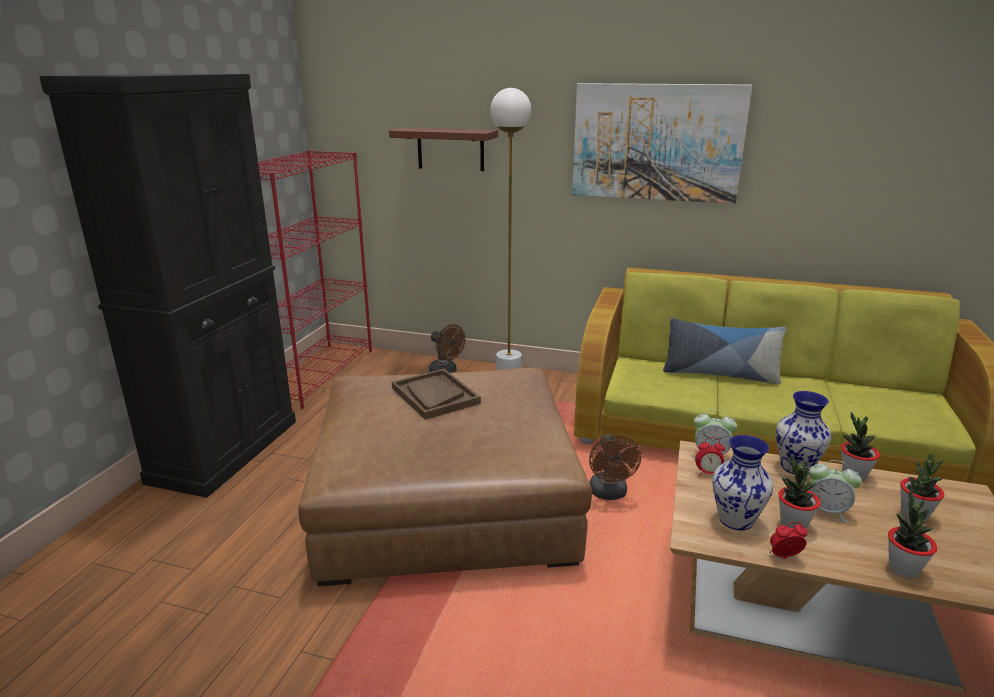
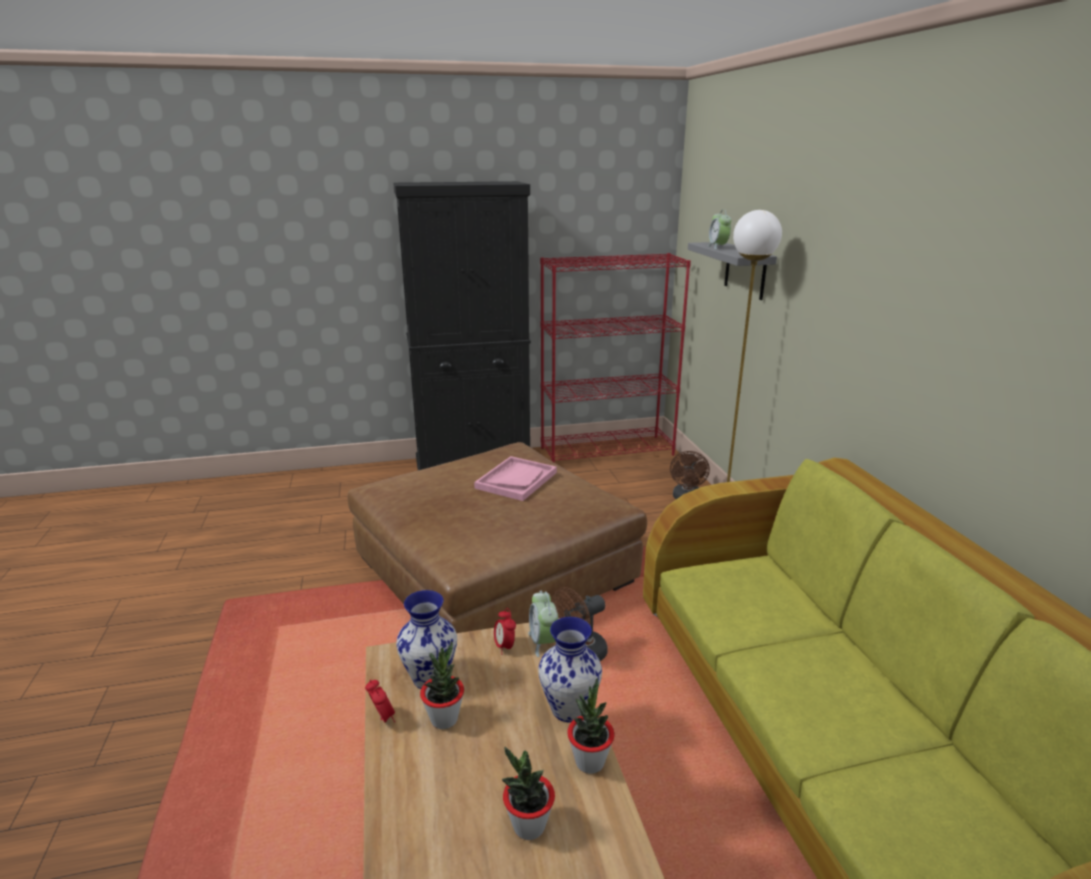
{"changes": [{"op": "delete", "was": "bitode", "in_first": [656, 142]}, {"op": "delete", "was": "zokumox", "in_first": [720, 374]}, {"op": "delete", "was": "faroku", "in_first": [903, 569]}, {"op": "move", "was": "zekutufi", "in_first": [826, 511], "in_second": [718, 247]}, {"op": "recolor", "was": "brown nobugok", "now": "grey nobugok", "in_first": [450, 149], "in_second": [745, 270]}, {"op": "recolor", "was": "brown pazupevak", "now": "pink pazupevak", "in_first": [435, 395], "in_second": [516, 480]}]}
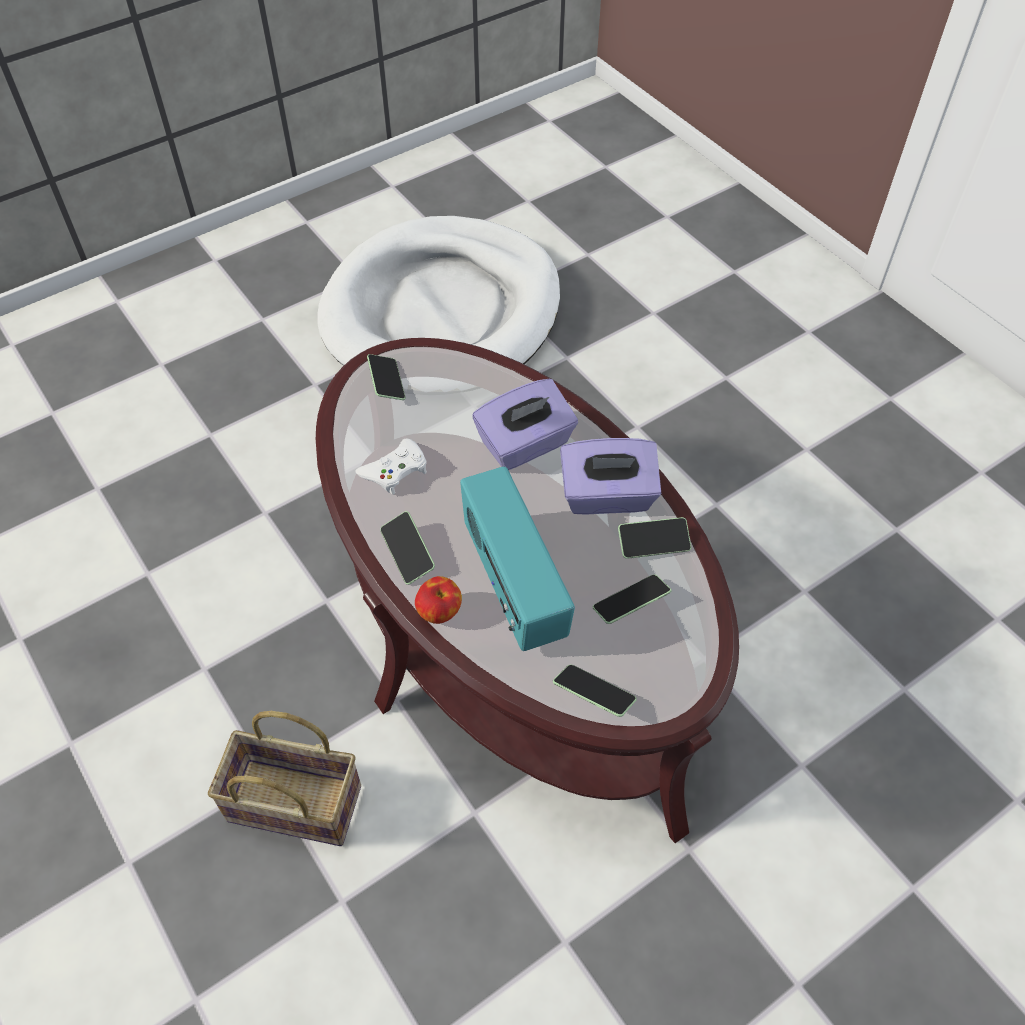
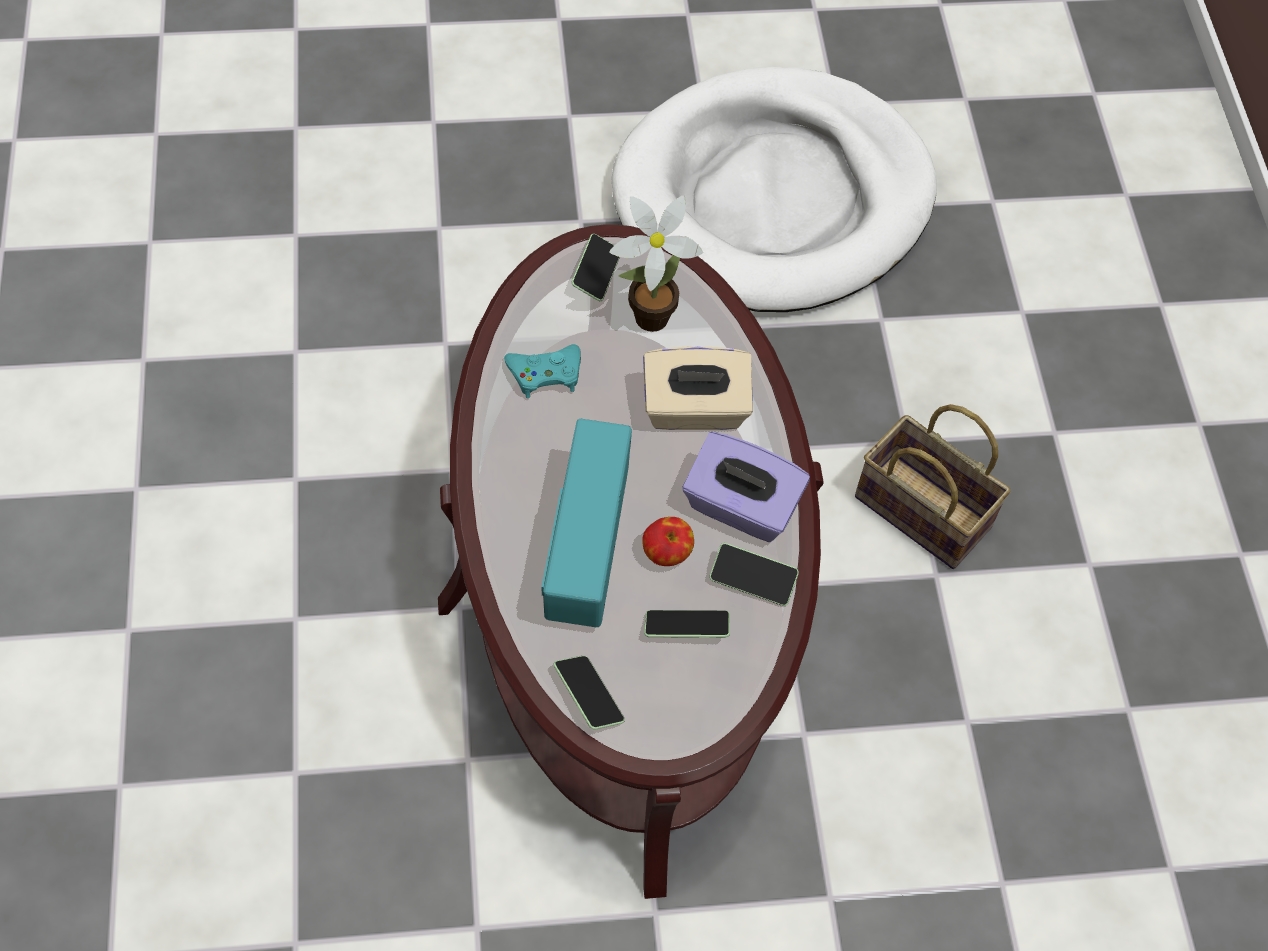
{"changes": [{"op": "delete", "was": "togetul", "in_first": [408, 553]}, {"op": "insert", "now": "faroku", "in_second": [645, 319]}, {"op": "move", "was": "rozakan", "in_first": [290, 805], "in_second": [918, 512]}, {"op": "move", "was": "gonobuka", "in_first": [440, 612], "in_second": [667, 554]}, {"op": "recolor", "was": "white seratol", "now": "turquoise seratol", "in_first": [395, 471], "in_second": [545, 374]}, {"op": "recolor", "was": "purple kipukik", "now": "beige kipukik", "in_first": [525, 444], "in_second": [694, 410]}]}
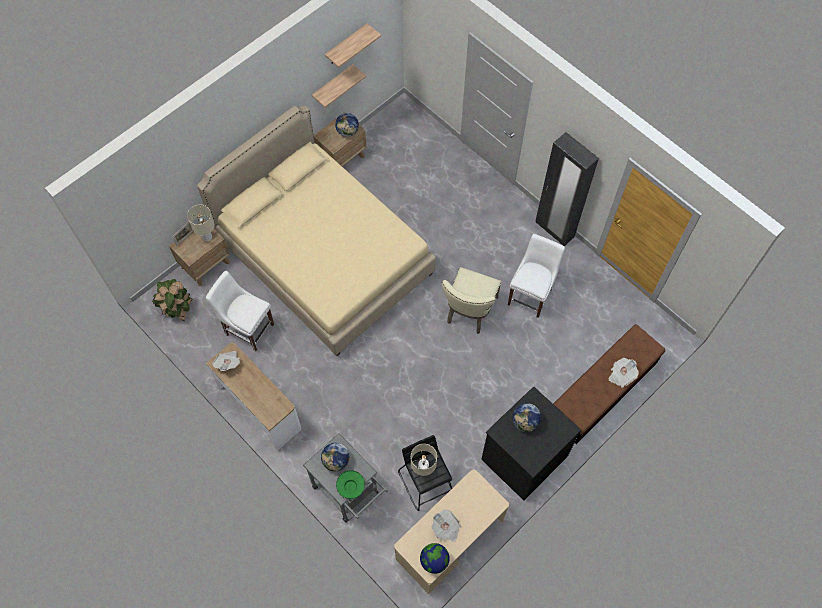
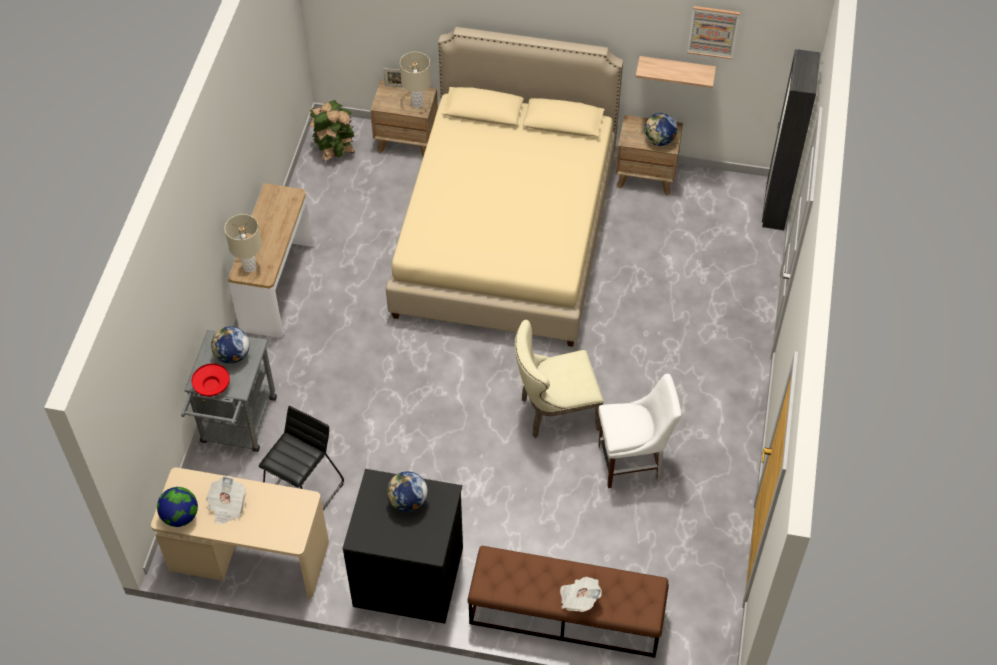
{"changes": [{"op": "delete", "was": "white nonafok", "in_first": [248, 328]}, {"op": "delete", "was": "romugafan", "in_first": [228, 363]}, {"op": "move", "was": "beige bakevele", "in_first": [423, 470], "in_second": [249, 267]}, {"op": "move", "was": "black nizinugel", "in_first": [554, 230], "in_second": [774, 208]}, {"op": "replace", "was": "nobugok", "now": "bitode", "in_first": [346, 45], "in_second": [713, 31]}, {"op": "recolor", "was": "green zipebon", "now": "red zipebon", "in_first": [351, 486], "in_second": [212, 385]}]}
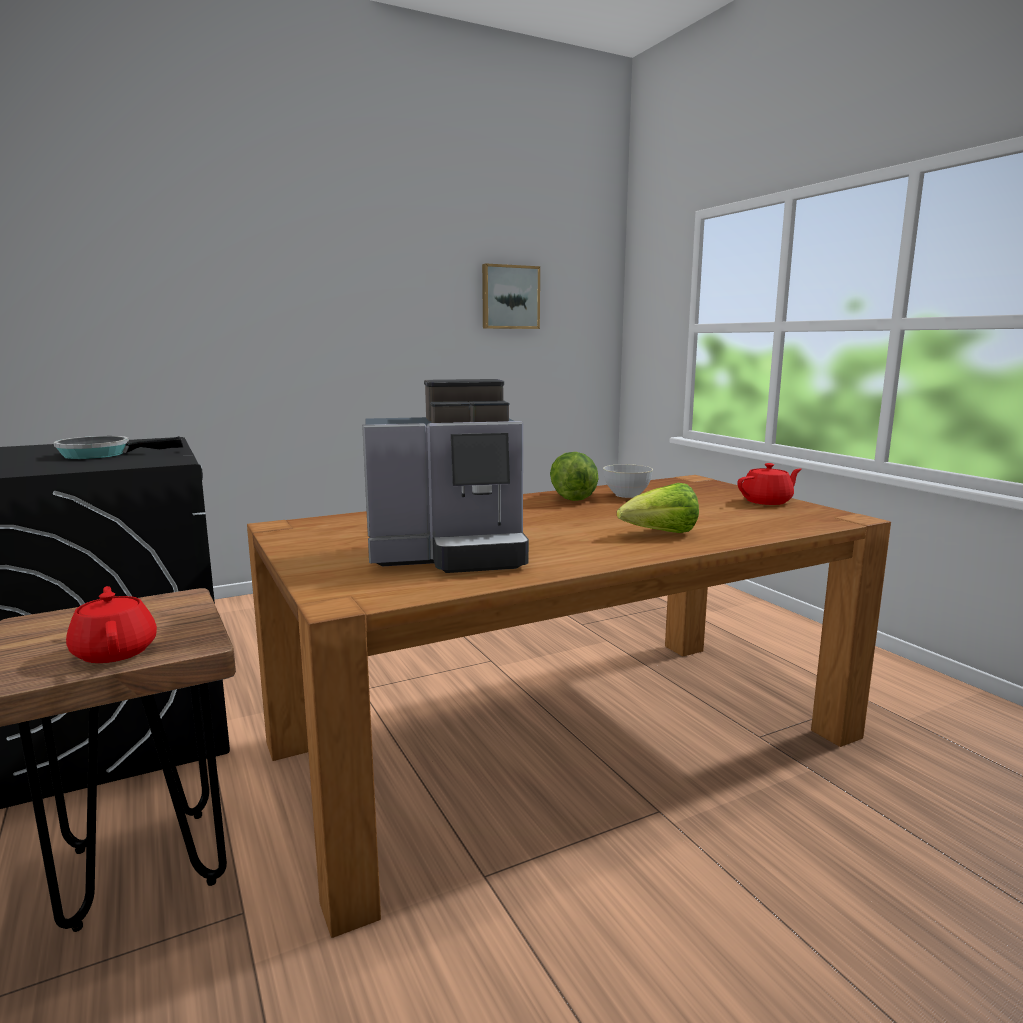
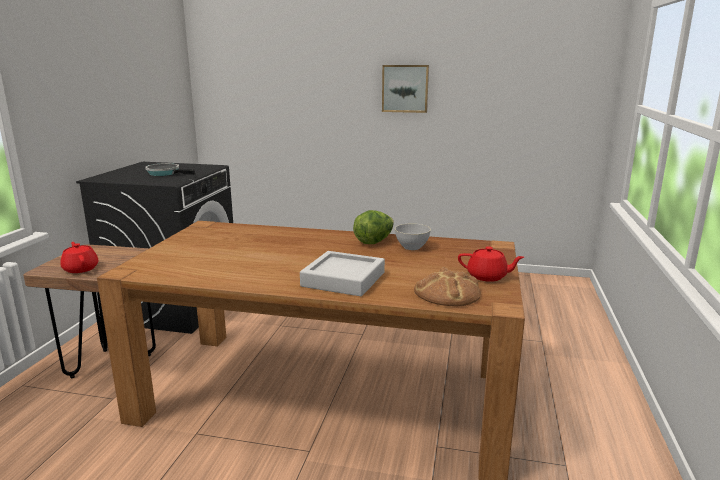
{"changes": [{"op": "delete", "was": "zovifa", "in_first": [451, 555]}, {"op": "insert", "now": "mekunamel", "in_second": [447, 293]}, {"op": "move", "was": "bitode", "in_first": [510, 297], "in_second": [405, 88]}, {"op": "replace", "was": "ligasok", "now": "grey pazupevak", "in_first": [660, 534], "in_second": [343, 279]}, {"op": "rotate", "was": "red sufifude", "in_first": [115, 651], "in_second": [81, 268], "clockwise": -45}]}
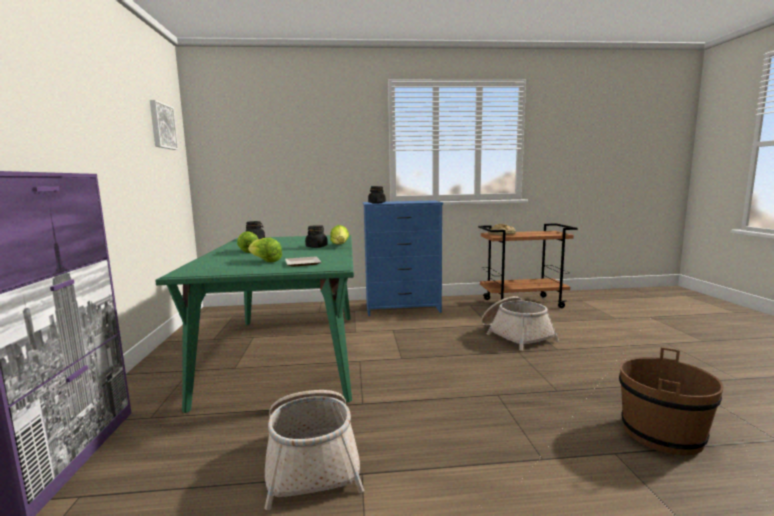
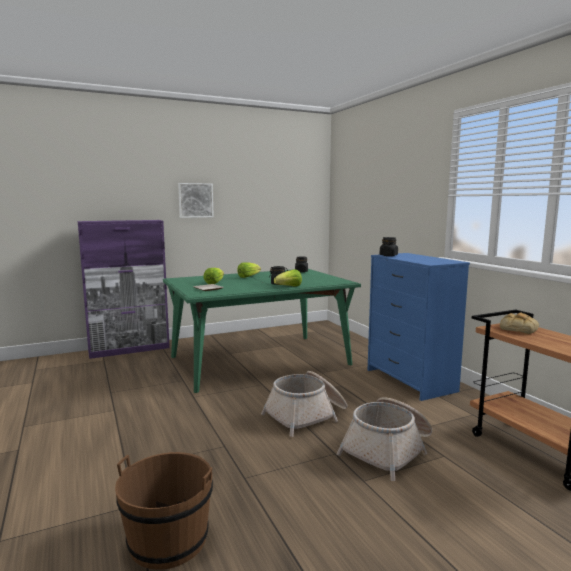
{"changes": [{"op": "move", "was": "bitode", "in_first": [162, 126], "in_second": [195, 200]}, {"op": "move", "was": "rozakan", "in_first": [312, 459], "in_second": [307, 415]}]}
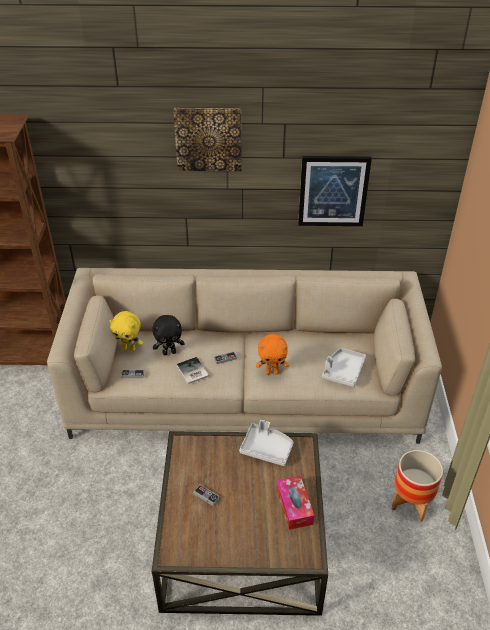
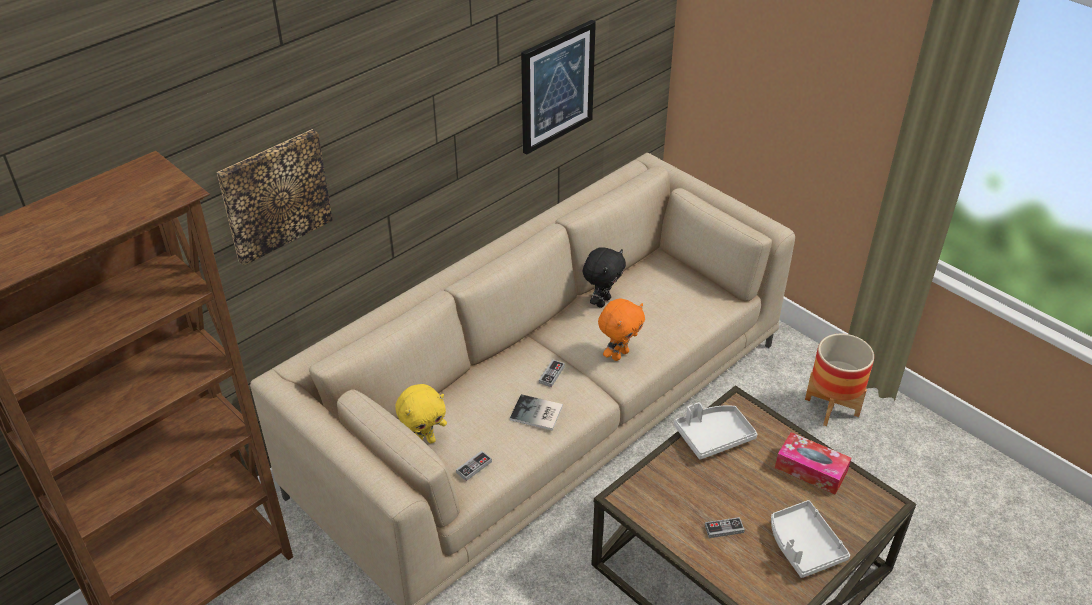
{"changes": [{"op": "move", "was": "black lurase", "in_first": [169, 352], "in_second": [602, 301]}, {"op": "move", "was": "bitode", "in_first": [208, 138], "in_second": [275, 195]}, {"op": "move", "was": "grey pazupevak", "in_first": [343, 371], "in_second": [803, 546]}]}
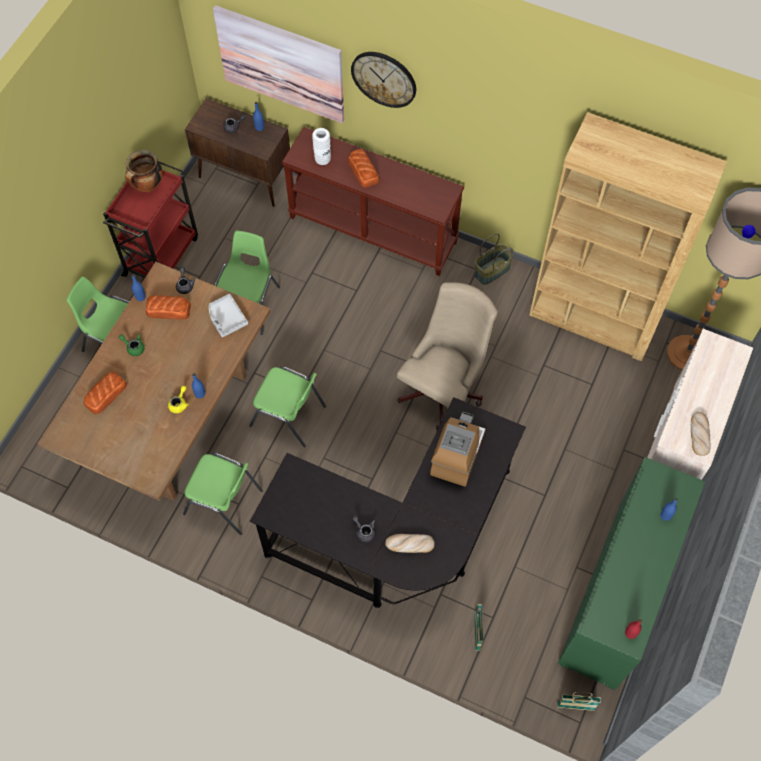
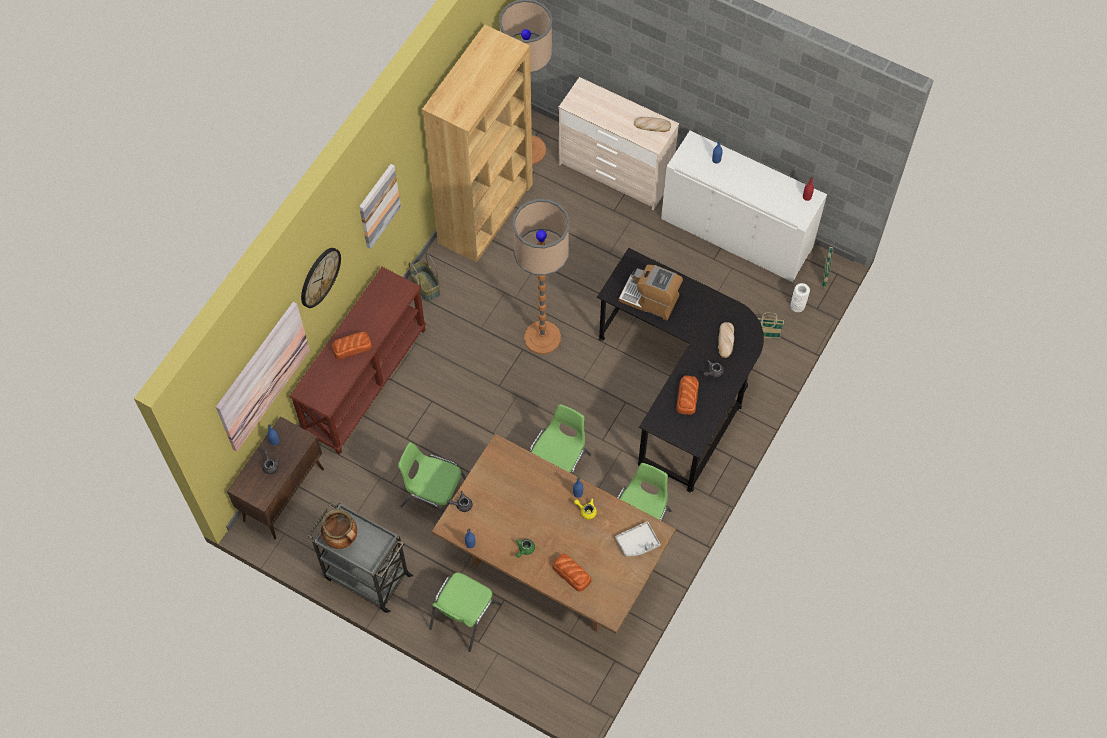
{"changes": [{"op": "insert", "now": "bitode", "in_second": [378, 205]}, {"op": "move", "was": "mekunamel", "in_first": [168, 309], "in_second": [687, 397]}, {"op": "move", "was": "grey pazupevak", "in_first": [226, 318], "in_second": [637, 542]}, {"op": "move", "was": "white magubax", "in_first": [322, 158], "in_second": [797, 306]}, {"op": "replace", "was": "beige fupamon", "now": "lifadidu", "in_first": [444, 387], "in_second": [542, 337]}, {"op": "recolor", "was": "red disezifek", "now": "grey disezifek", "in_first": [162, 255], "in_second": [366, 576]}, {"op": "recolor", "was": "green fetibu", "now": "white fetibu", "in_first": [617, 593], "in_second": [736, 233]}]}
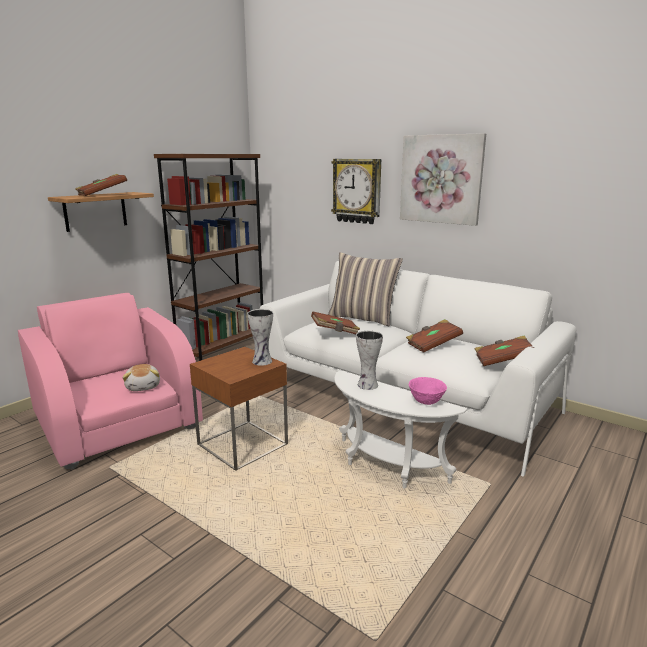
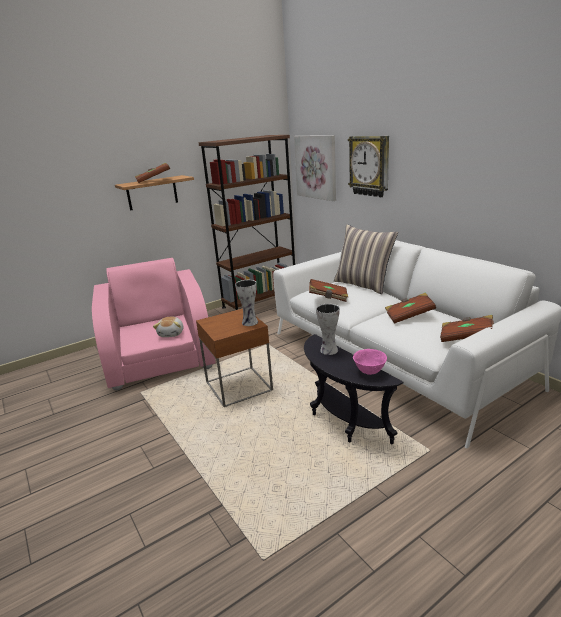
{"changes": [{"op": "move", "was": "bitode", "in_first": [441, 179], "in_second": [316, 167]}, {"op": "recolor", "was": "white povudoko", "now": "black povudoko", "in_first": [385, 468], "in_second": [342, 421]}]}
